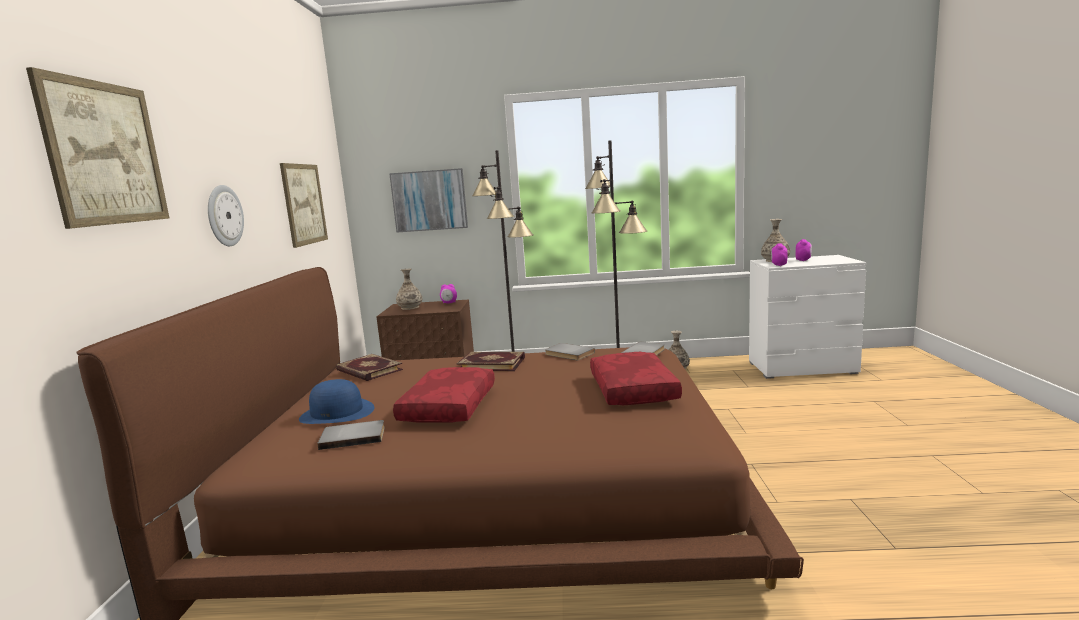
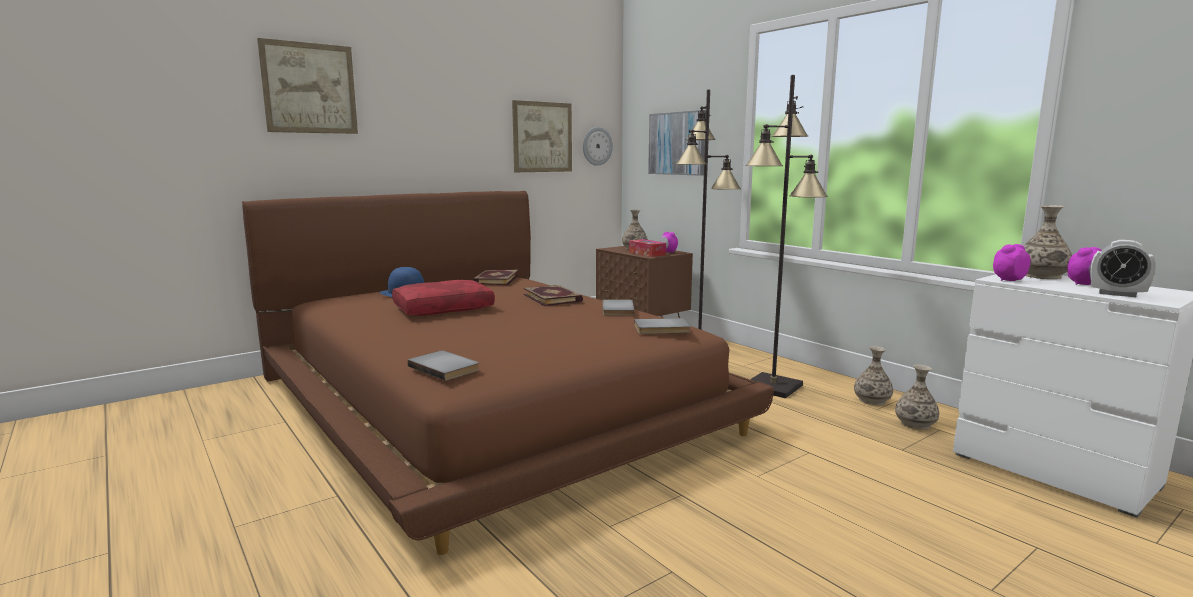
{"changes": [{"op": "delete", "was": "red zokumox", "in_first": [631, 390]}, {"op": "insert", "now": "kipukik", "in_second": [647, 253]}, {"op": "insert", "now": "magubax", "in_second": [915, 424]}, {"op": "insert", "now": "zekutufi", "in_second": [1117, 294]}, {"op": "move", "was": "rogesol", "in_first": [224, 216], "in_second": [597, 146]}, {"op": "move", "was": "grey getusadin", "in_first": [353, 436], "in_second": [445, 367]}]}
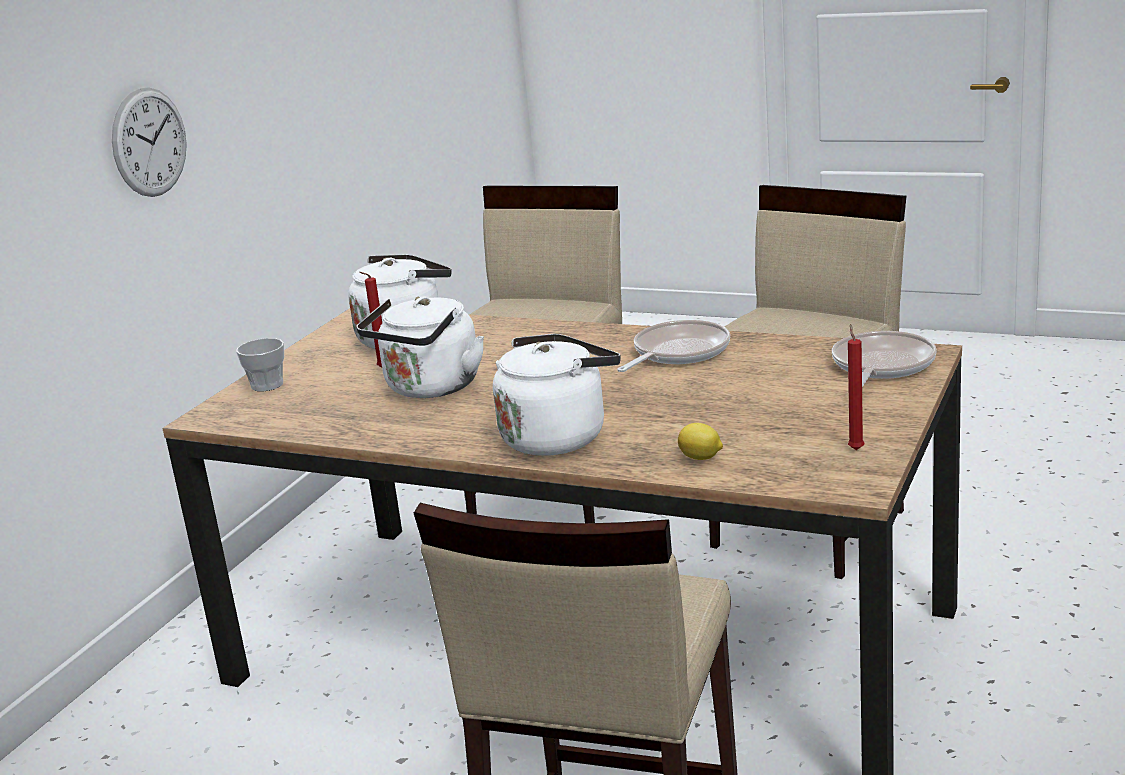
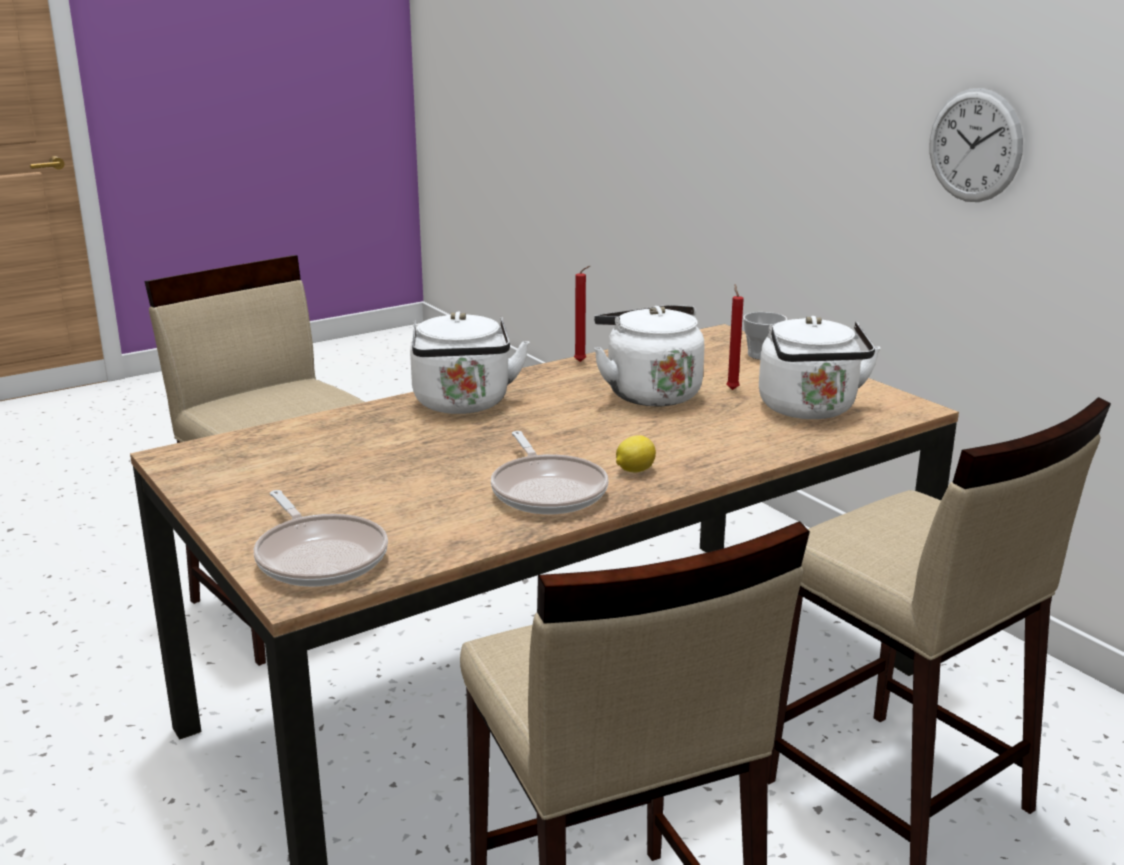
{"changes": [{"op": "move", "was": "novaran", "in_first": [701, 458], "in_second": [634, 470]}, {"op": "move", "was": "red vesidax", "in_first": [855, 449], "in_second": [581, 362]}]}
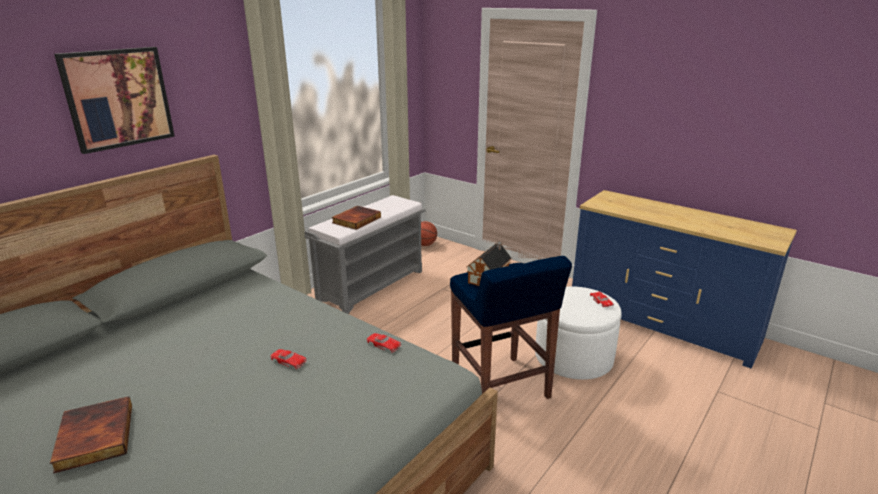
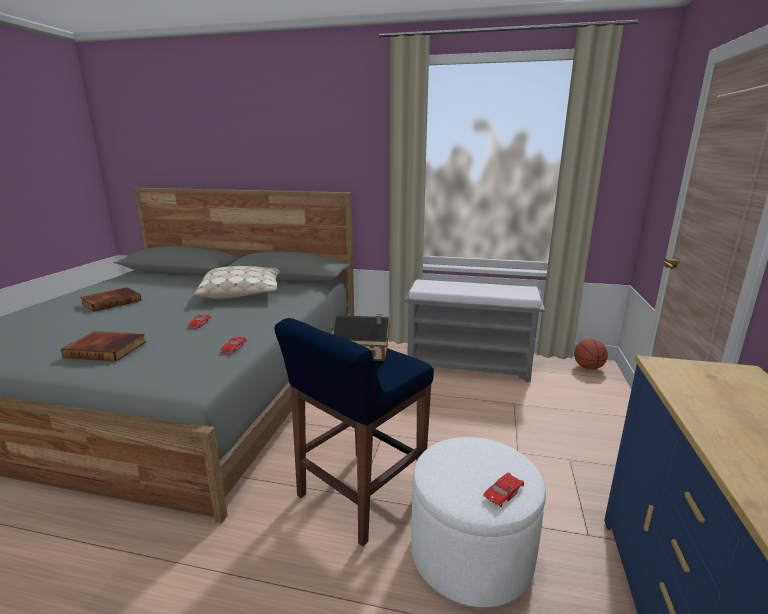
{"changes": [{"op": "delete", "was": "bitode", "in_first": [118, 98]}, {"op": "insert", "now": "beige zokumox", "in_second": [243, 292]}, {"op": "move", "was": "getusadin", "in_first": [356, 219], "in_second": [107, 349]}]}
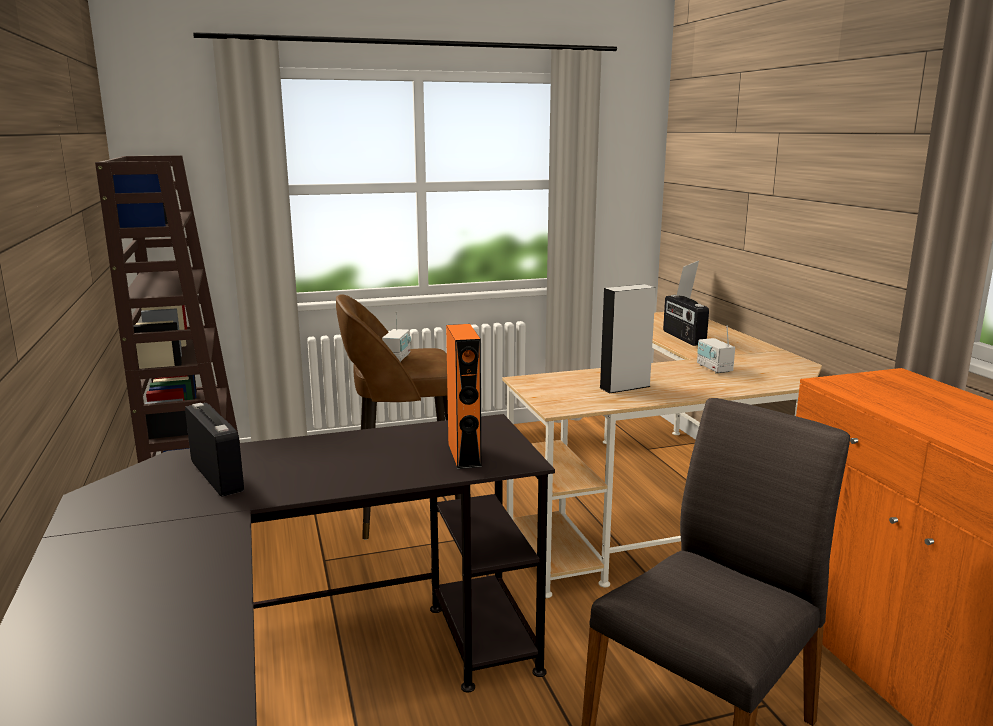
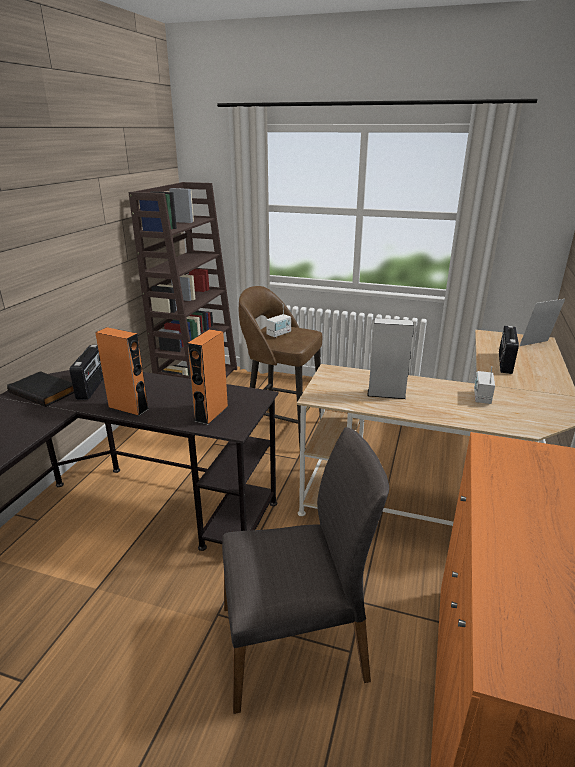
{"changes": [{"op": "insert", "now": "black getusadin", "in_second": [45, 391]}, {"op": "insert", "now": "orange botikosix", "in_second": [128, 408]}]}
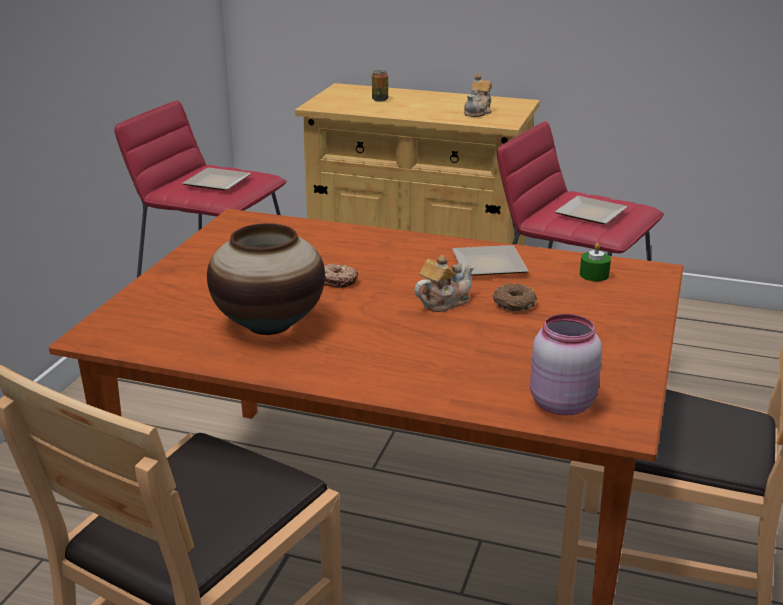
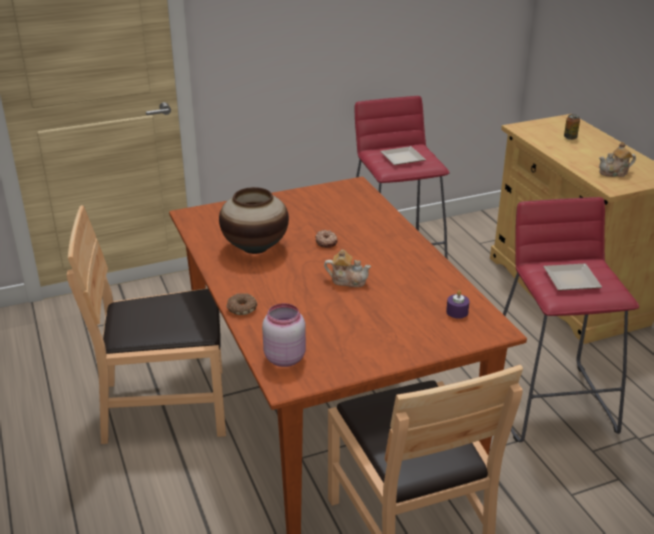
{"changes": [{"op": "delete", "was": "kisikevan", "in_first": [486, 264]}, {"op": "move", "was": "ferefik", "in_first": [514, 304], "in_second": [241, 308]}, {"op": "recolor", "was": "green vesidax", "now": "purple vesidax", "in_first": [594, 275], "in_second": [457, 312]}]}
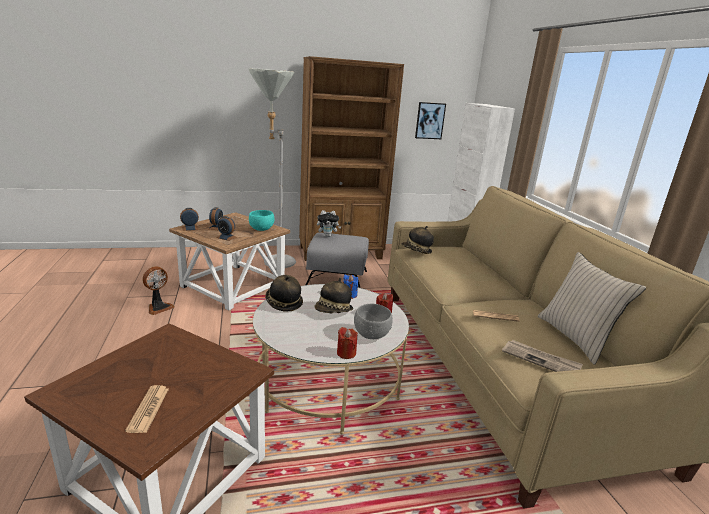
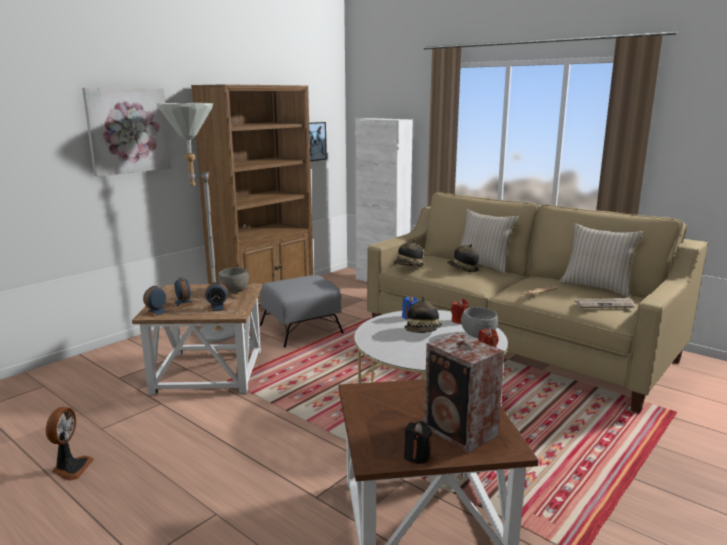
{"changes": [{"op": "delete", "was": "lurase", "in_first": [327, 236]}, {"op": "insert", "now": "bitode", "in_second": [128, 130]}, {"op": "insert", "now": "black vesidax", "in_second": [417, 456]}, {"op": "insert", "now": "beige zokumox", "in_second": [483, 265]}, {"op": "move", "was": "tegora", "in_first": [159, 307], "in_second": [71, 468]}, {"op": "move", "was": "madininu", "in_first": [283, 303], "in_second": [462, 270]}, {"op": "replace", "was": "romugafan", "now": "botikosix", "in_first": [148, 409], "in_second": [461, 432]}, {"op": "recolor", "was": "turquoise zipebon", "now": "grey zipebon", "in_first": [261, 229], "in_second": [234, 291]}]}
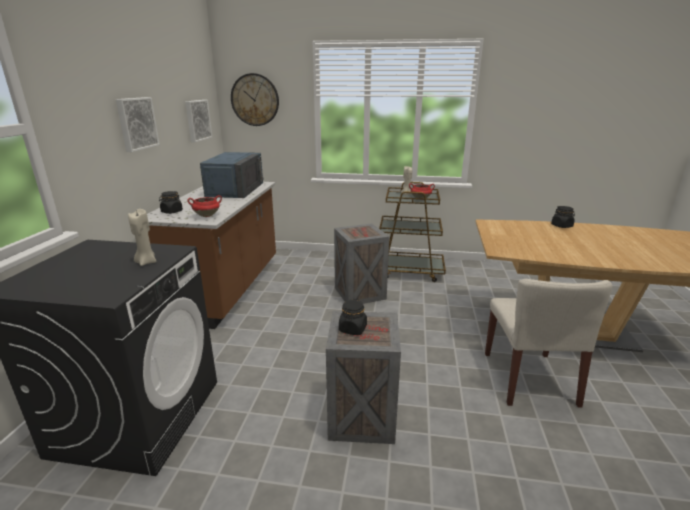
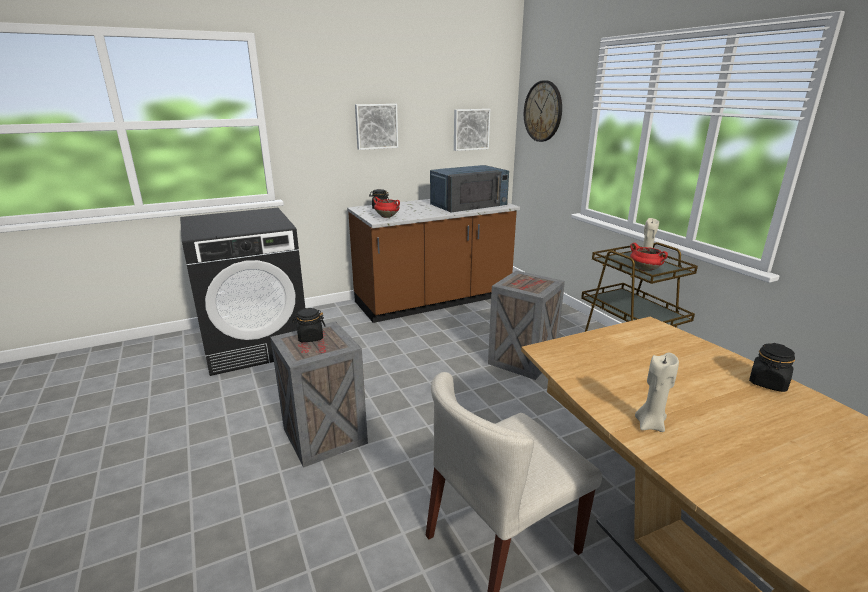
{"changes": [{"op": "move", "was": "beige vesidax", "in_first": [146, 262], "in_second": [650, 424]}]}
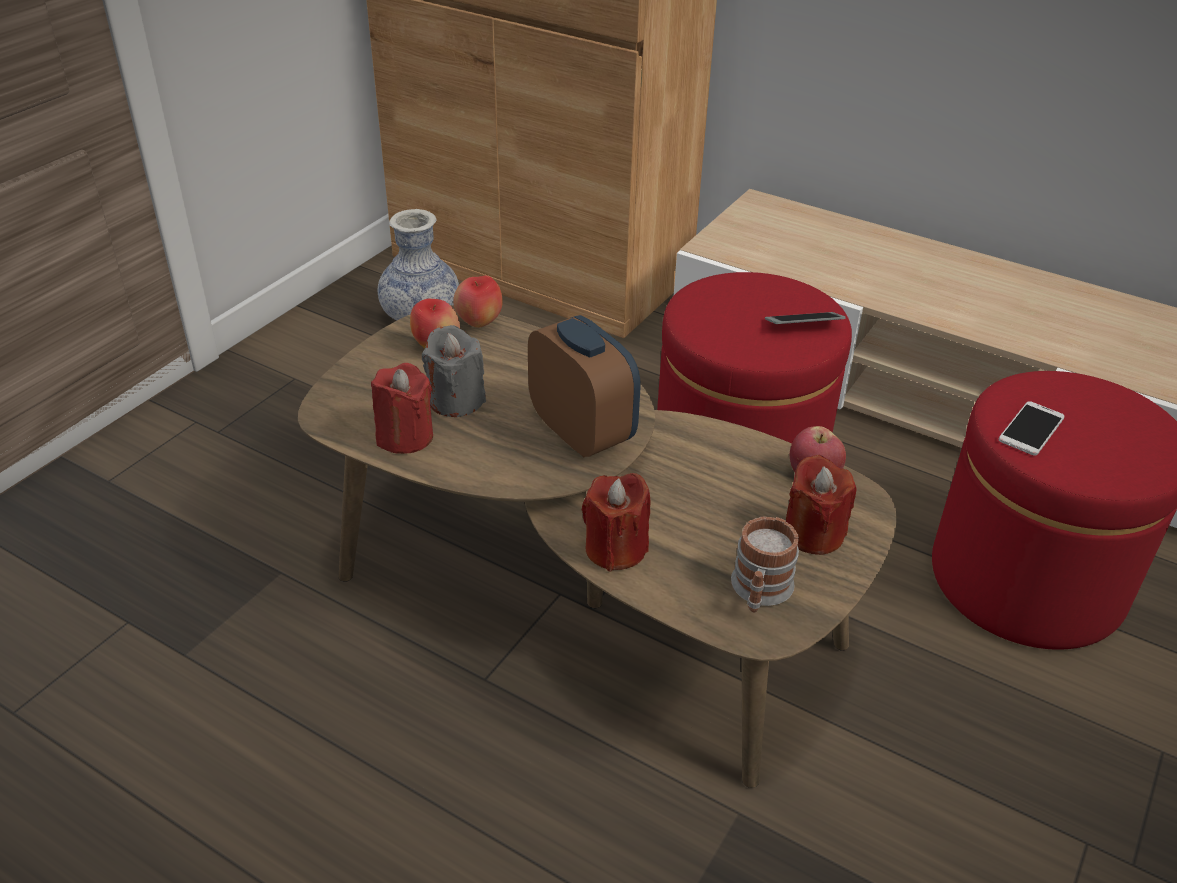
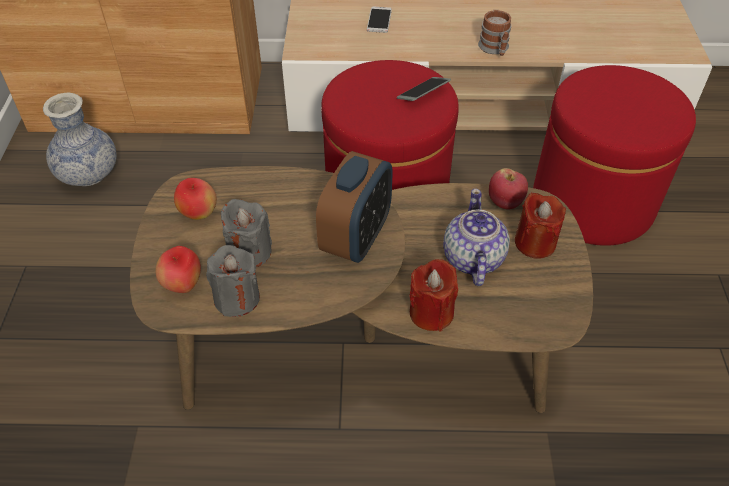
{"changes": [{"op": "insert", "now": "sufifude", "in_second": [472, 259]}, {"op": "move", "was": "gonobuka", "in_first": [479, 323], "in_second": [183, 285]}, {"op": "move", "was": "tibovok", "in_first": [759, 592], "in_second": [495, 49]}, {"op": "move", "was": "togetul", "in_first": [1031, 429], "in_second": [379, 20]}, {"op": "recolor", "was": "red vesidax", "now": "grey vesidax", "in_first": [405, 436], "in_second": [237, 298]}, {"op": "rotate", "was": "zekutufi", "in_first": [582, 433], "in_second": [356, 238], "clockwise": 90}]}
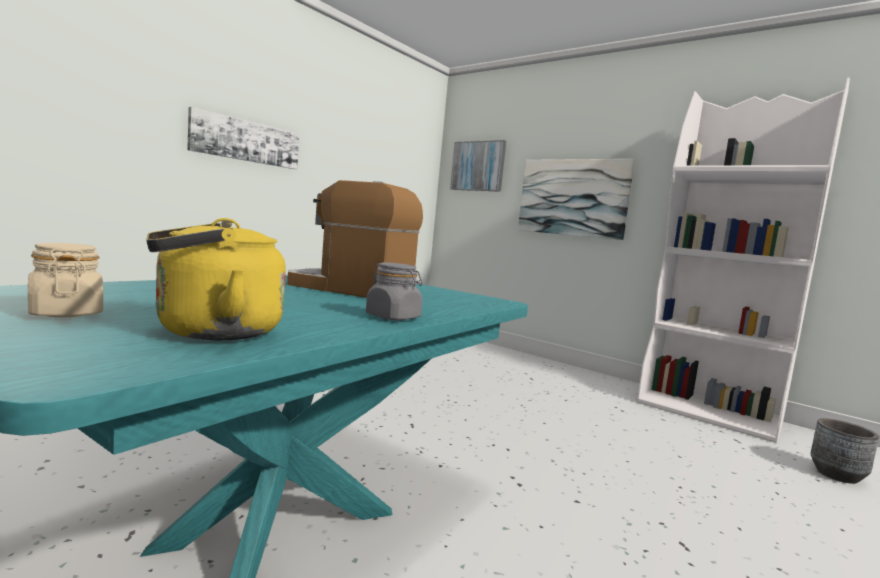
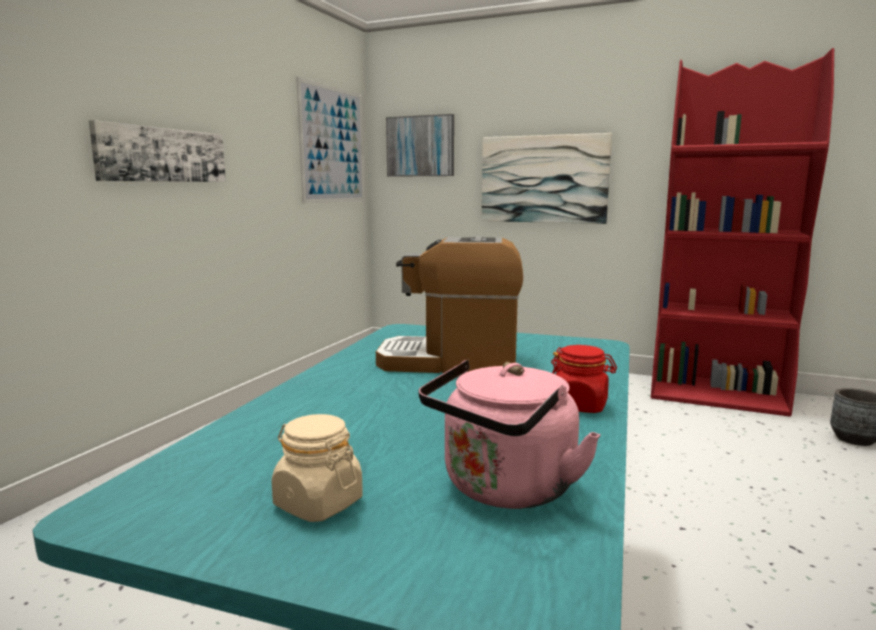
{"changes": [{"op": "insert", "now": "bitode", "in_second": [333, 145]}, {"op": "recolor", "was": "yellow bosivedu", "now": "pink bosivedu", "in_first": [211, 332], "in_second": [504, 489]}, {"op": "recolor", "was": "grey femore", "now": "red femore", "in_first": [393, 317], "in_second": [580, 405]}, {"op": "recolor", "was": "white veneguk", "now": "red veneguk", "in_first": [709, 412], "in_second": [718, 395]}]}
